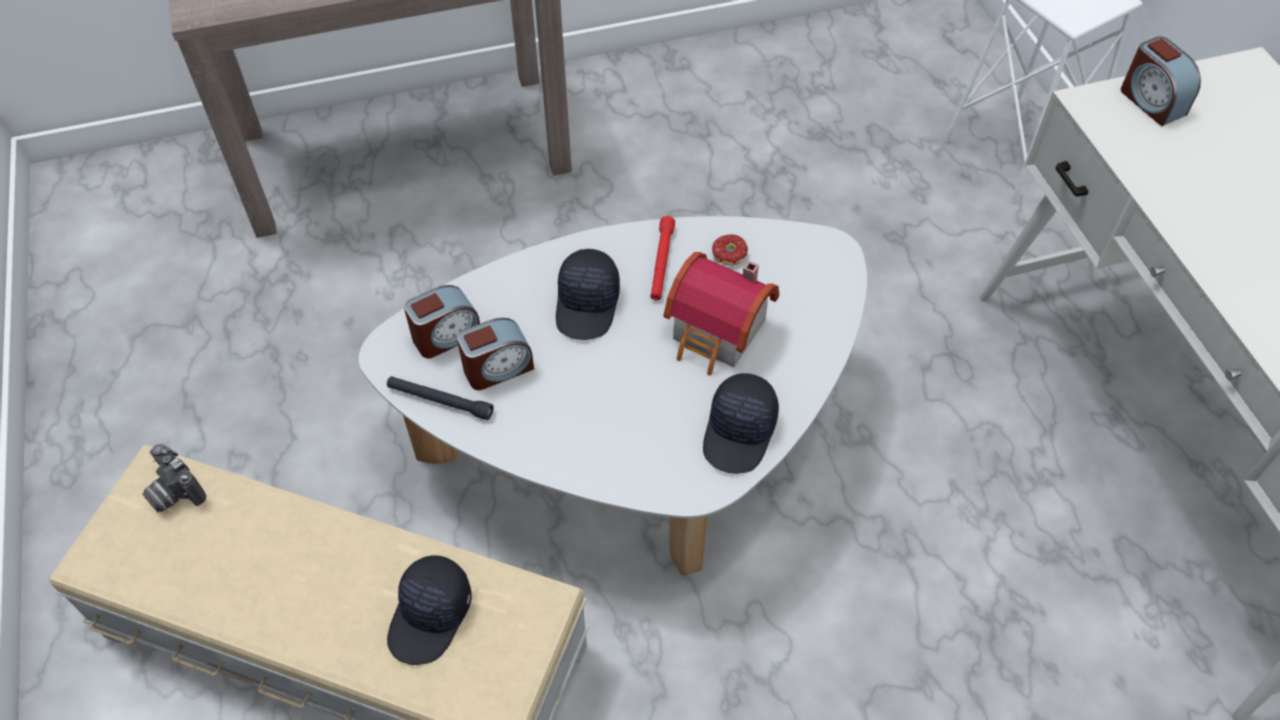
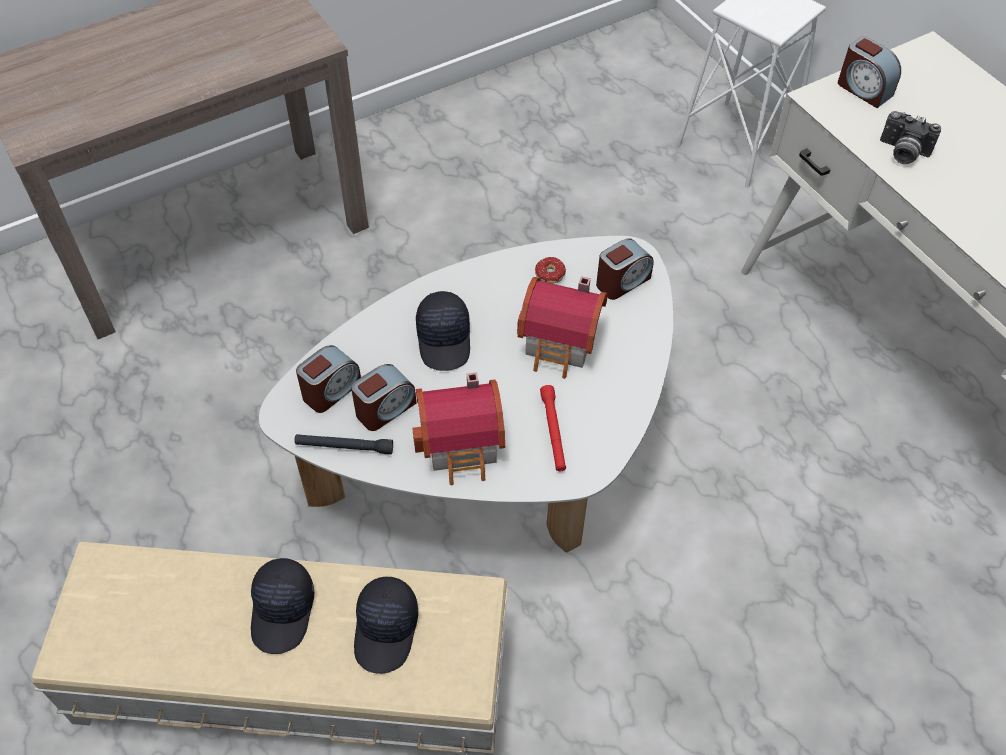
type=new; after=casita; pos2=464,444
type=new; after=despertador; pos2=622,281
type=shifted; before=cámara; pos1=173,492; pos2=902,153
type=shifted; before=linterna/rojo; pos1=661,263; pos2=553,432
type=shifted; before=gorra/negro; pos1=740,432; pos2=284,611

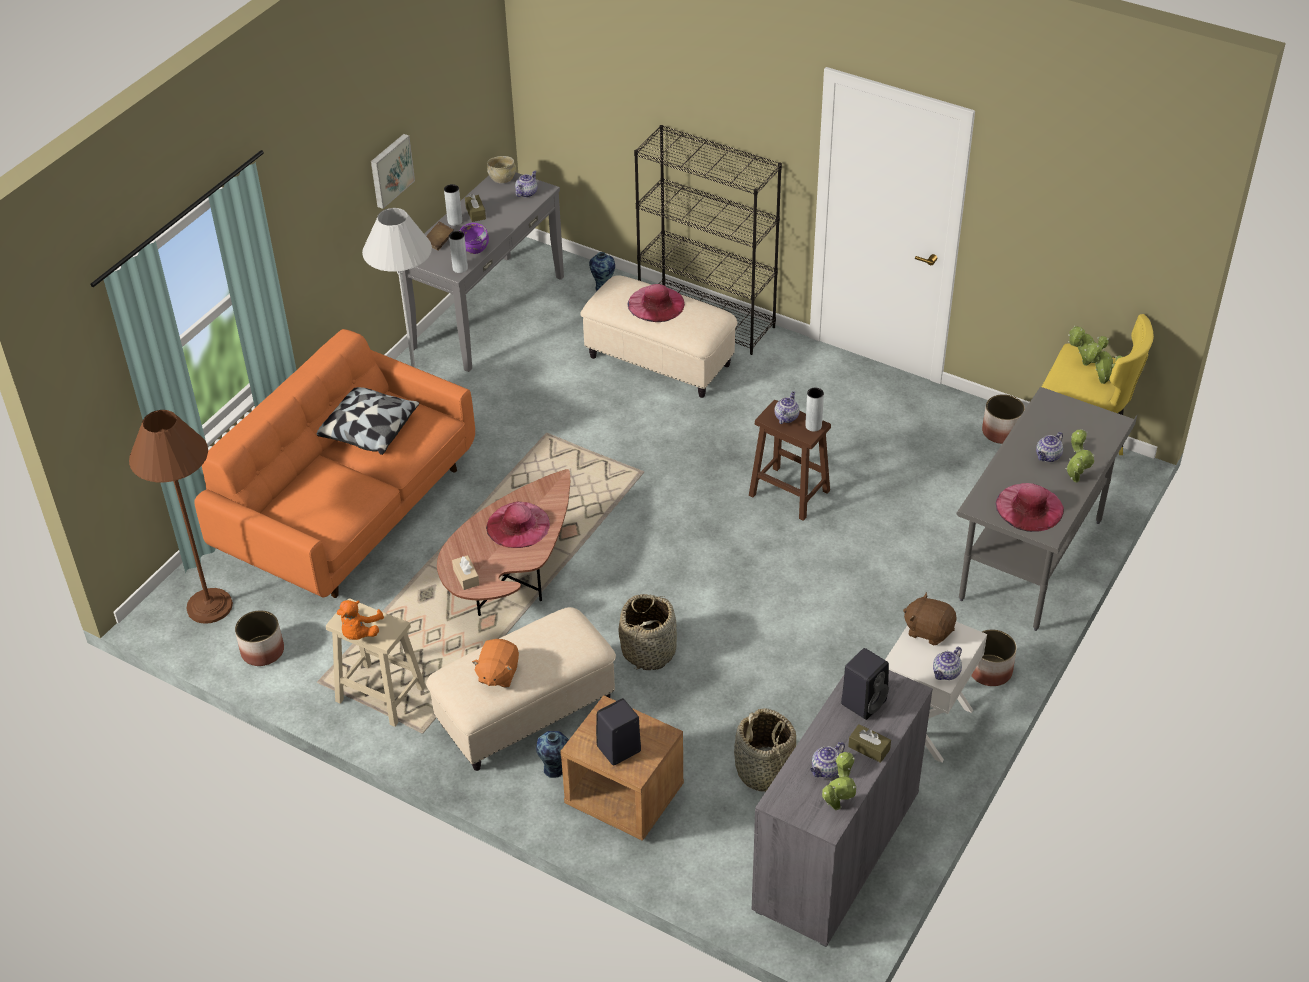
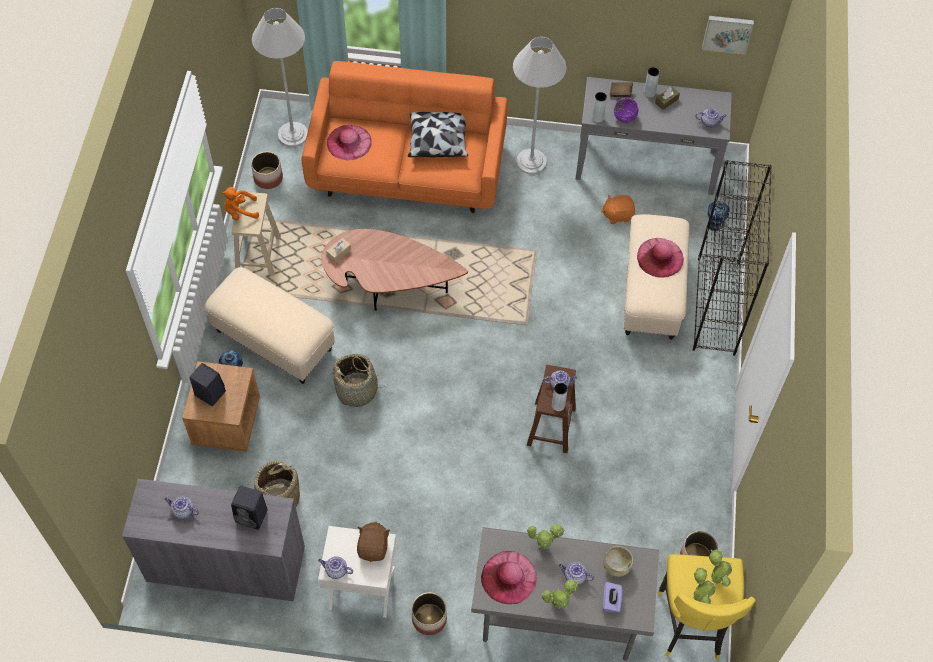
type=gone; before=caja de pañuelos/marrón; pos1=869,748
type=new; after=caja de pañuelos/morado; pos2=611,601
type=shifted; before=cuadro; pos1=390,170; pos2=727,33
type=shifted; before=peluche/naranja; pos1=497,674; pos2=617,214
type=shifted; before=sombrero/rosa; pos1=518,525; pos2=349,142
type=shifted; before=cuenco/beis; pos1=502,178; pos2=616,566
type=shifted; before=planta en maceta; pos1=837,804; pos2=543,544
type=repainted; before=lámpara de pie/marrón; after=lámpara de pie/blanco; pos1=209,606; pos2=293,134

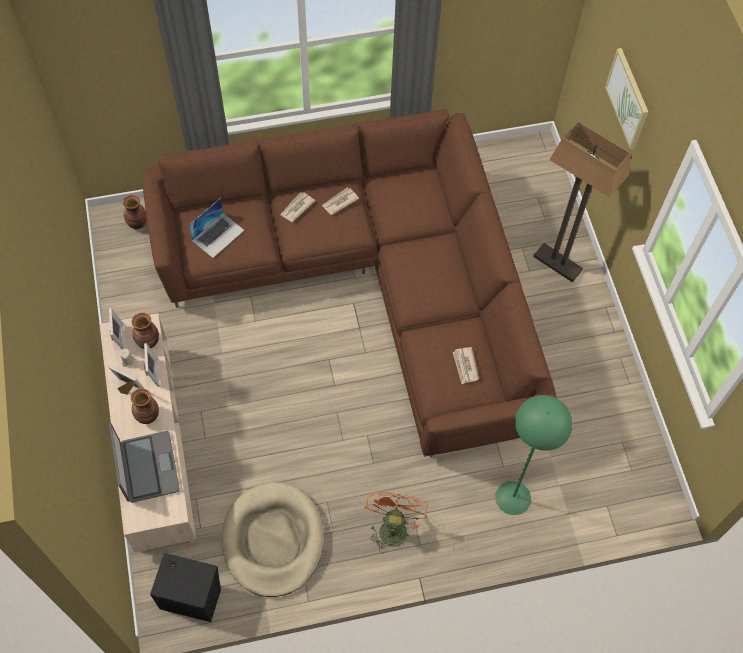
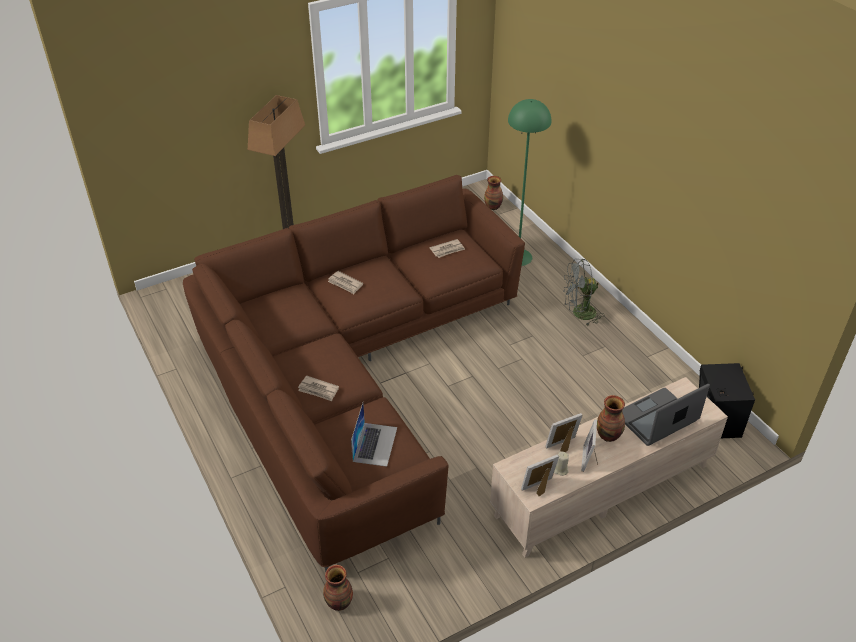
type=gone; before=cama para perro/beis; pos1=273,540
type=gone; before=cuadro; pos1=628,98
type=shifted; before=florero; pos1=148,342; pos2=493,206
type=shifted; before=periódico; pos1=339,202; pos2=345,284
type=repainted; before=ventilador/naranja; after=ventilador/gris; pos1=392,526; pos2=579,314
type=rotated; before=portátil; pos1=218,235; pos2=375,444; turn=75

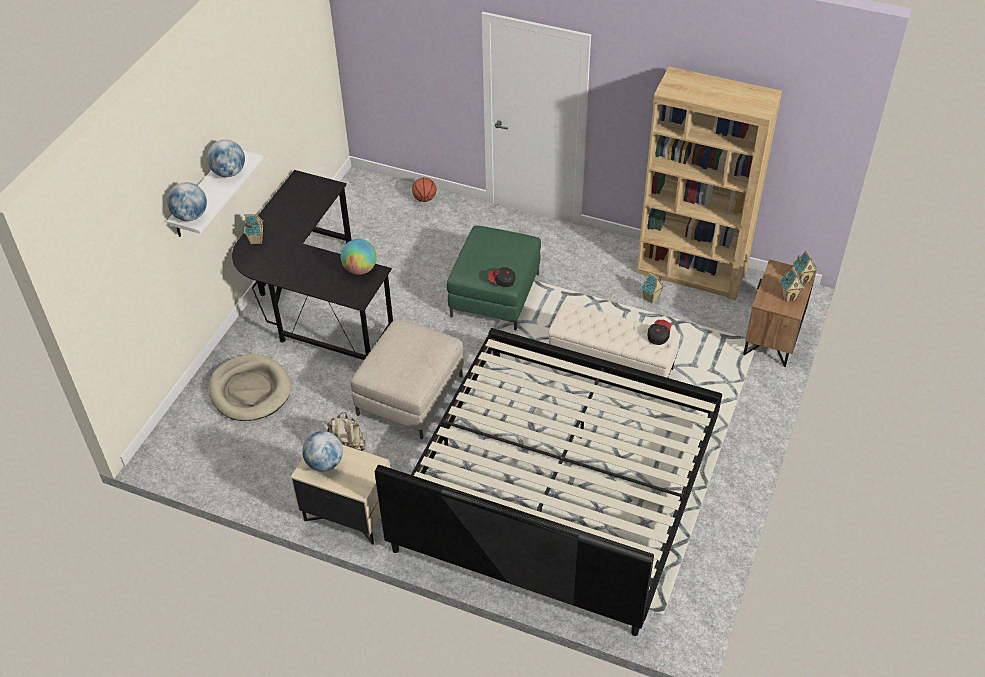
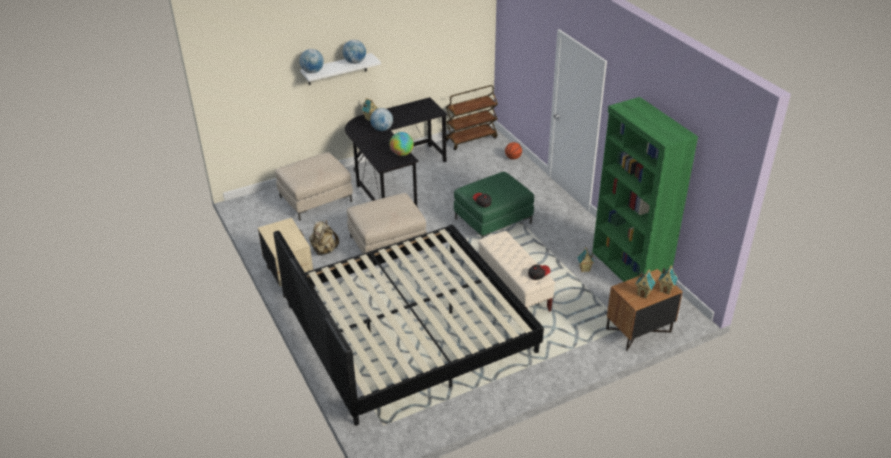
type=new; after=carrito/marrón; pos2=471,139
type=shifted; before=globo terráqueo; pos1=325,463; pos2=382,129
type=swapped; before=cama para perro/beis; after=puf/beis; pos1=250,390; pos2=316,199
type=repainted; before=estantería/marrón; after=estantería/verde; pos1=691,272; pos2=629,269

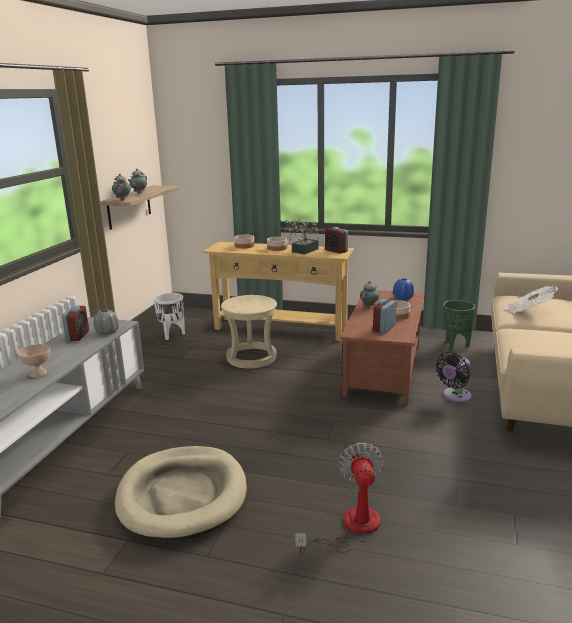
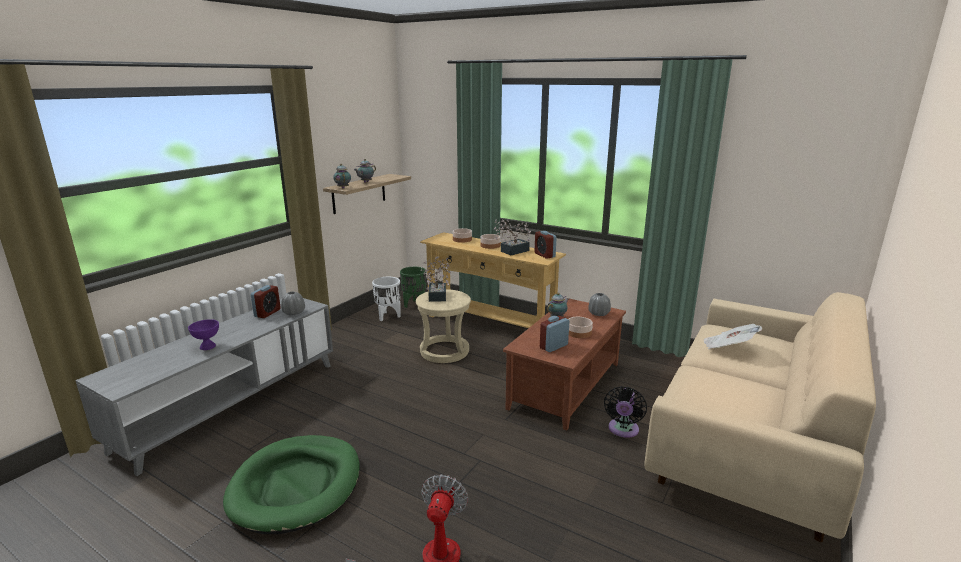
type=new; after=planta en maceta; pos2=438,295
type=shifted; before=maceta/verde; pos1=455,345; pos2=414,304
type=repainted; before=cuenco/beis; after=cuenco/morado; pos1=38,373; pos2=208,346
type=repainted; before=cama para perro/beis; after=cama para perro/verde; pos1=182,495; pos2=296,486
type=repainted; before=florero/azul; after=florero/gris; pos1=403,298; pos2=598,313
type=rotated; before=ventilador/negro; pos1=455,396; pos2=622,430; turn=-45

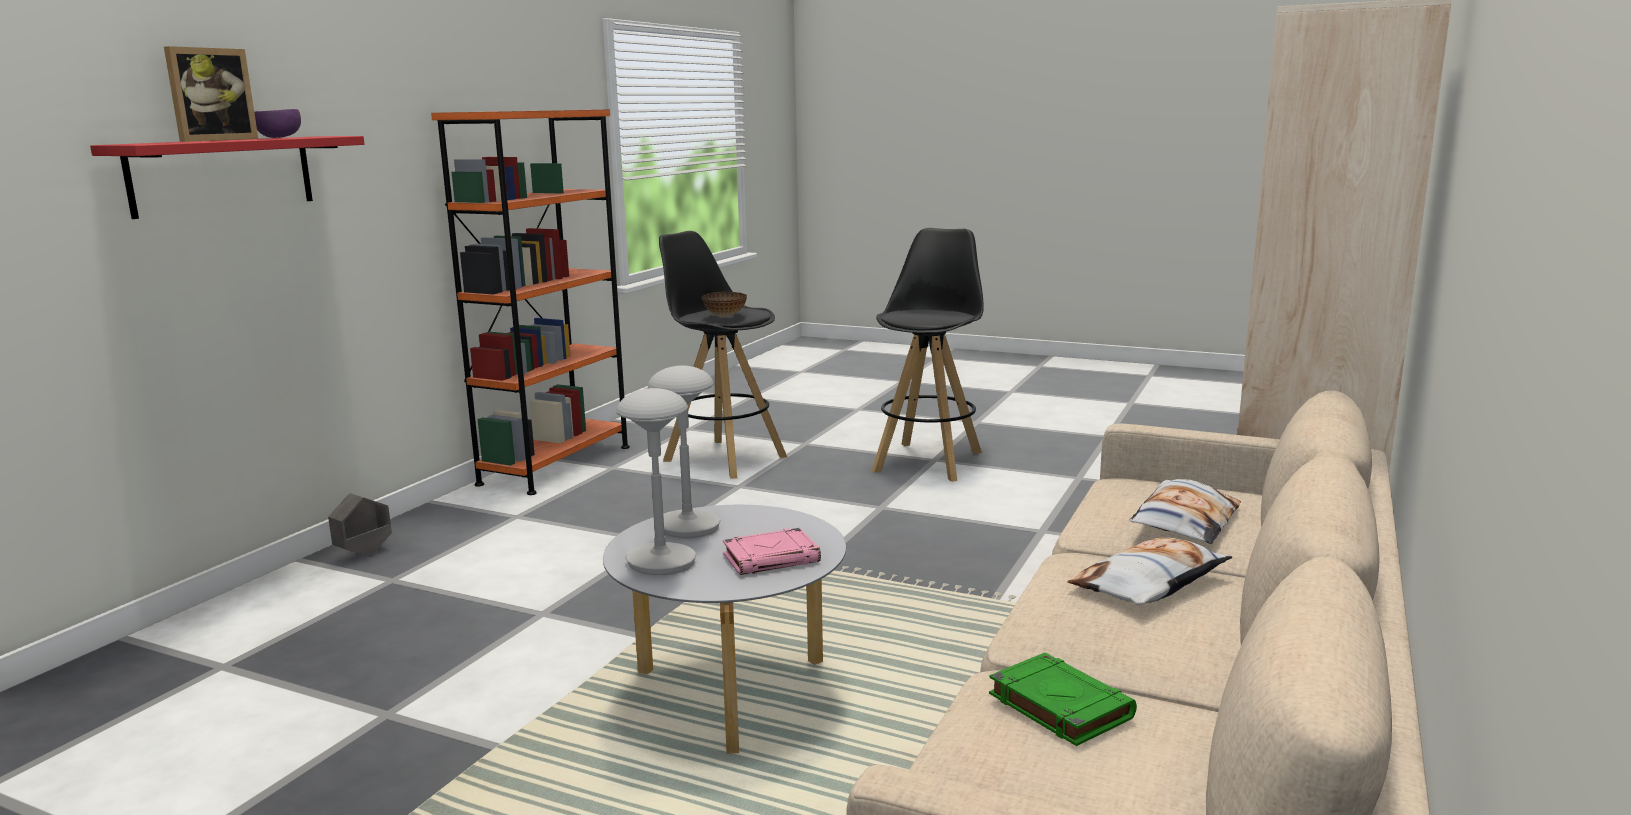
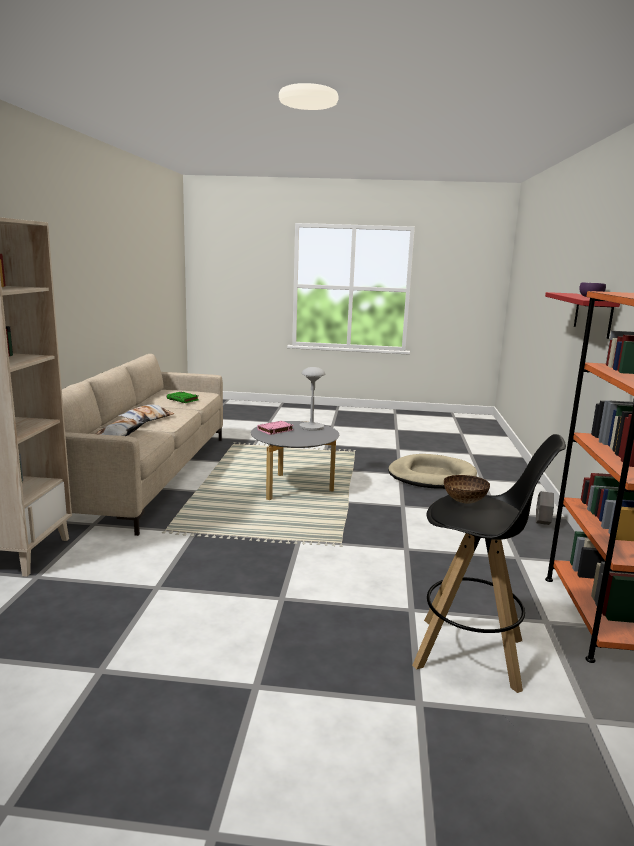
type=gone; before=portarretratos; pos1=214,140
type=gone; before=lámpara de mesa/gris; pos1=688,526
type=gone; before=taburete/negro; pos1=928,461
type=new; after=cama para perro/beis; pos2=431,476

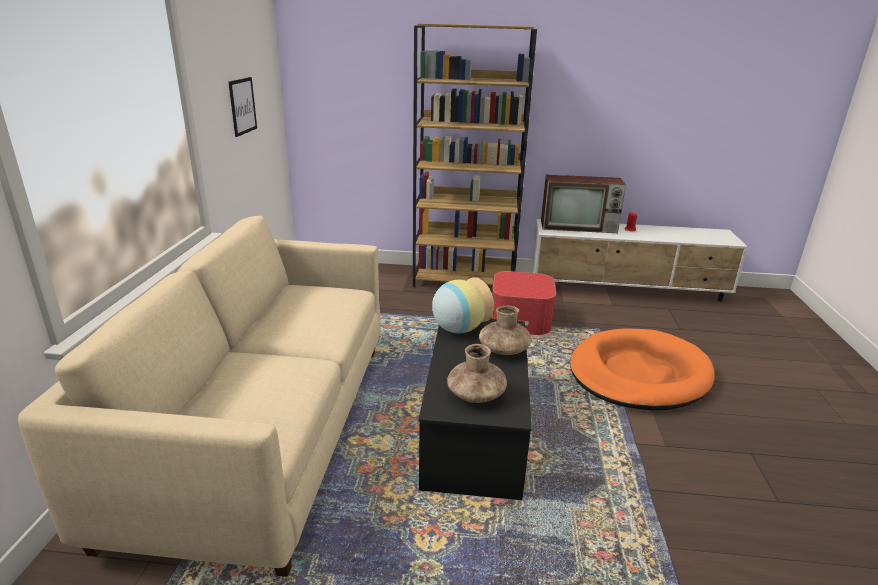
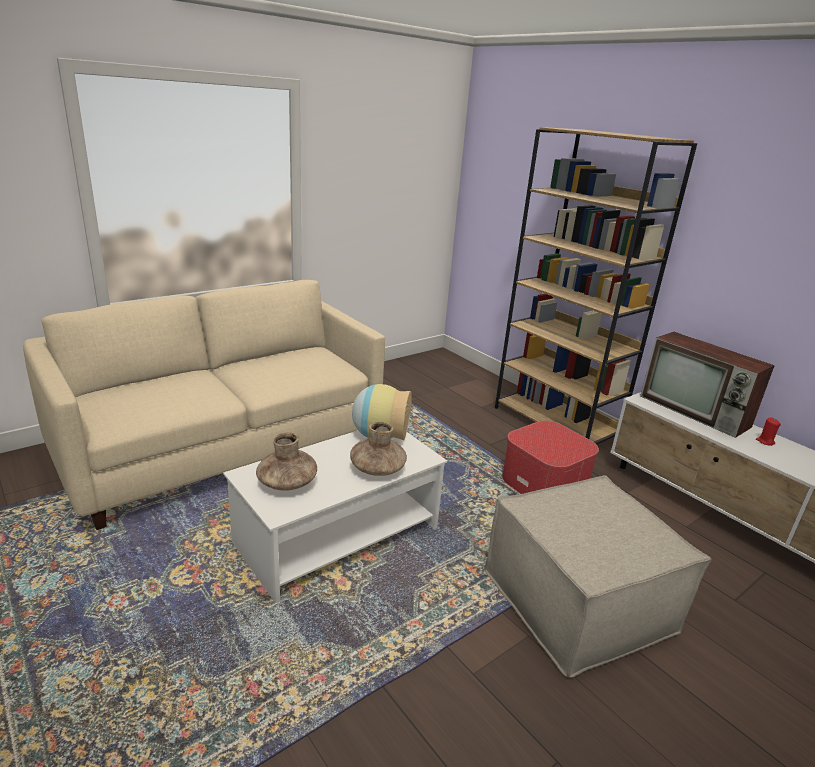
type=gone; before=cuadro; pos1=242,106
type=swapped; before=cama para perro/naranja; after=puf/beis; pos1=638,374; pos2=577,601
type=repainted; before=mesa de centro/negro; after=mesa de centro/blanco; pos1=474,430; pos2=339,535

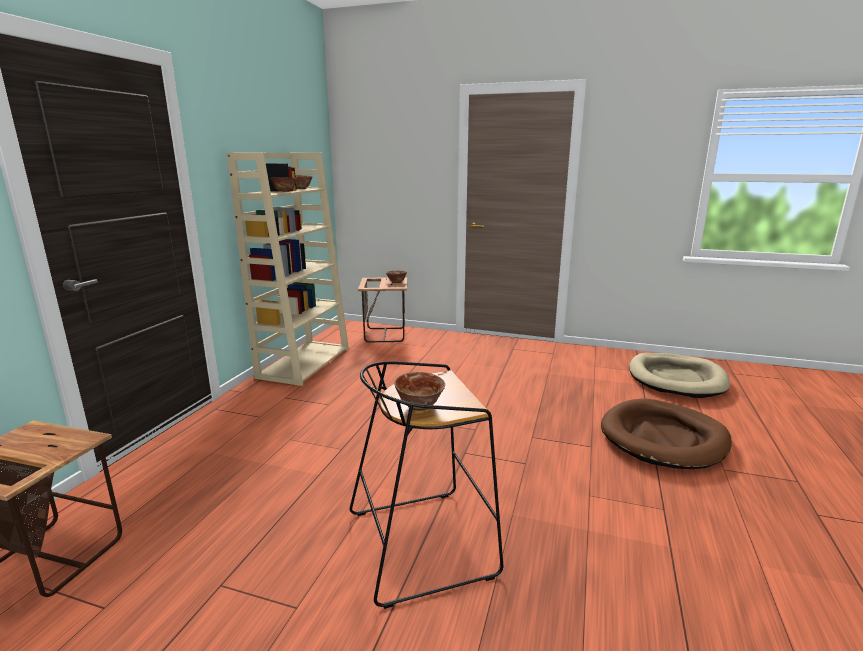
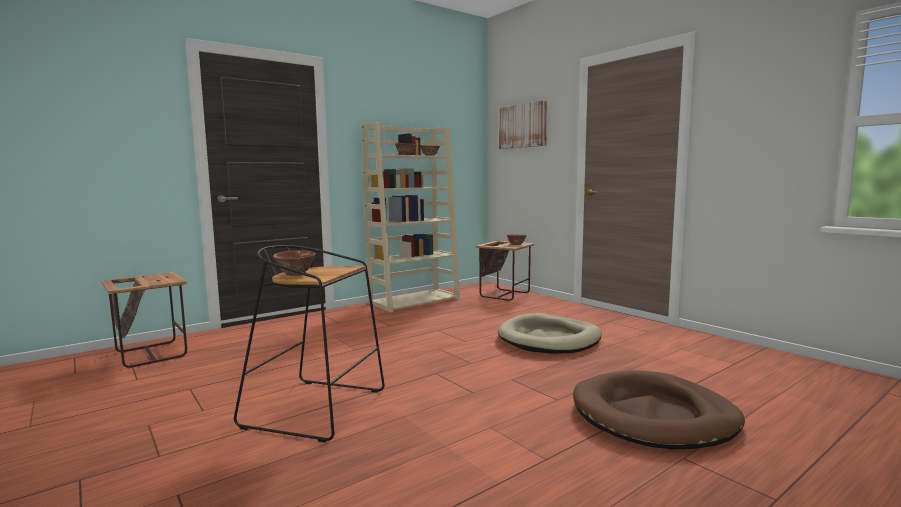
type=new; after=cuadro; pos2=523,126
type=shifted; before=cama para perro/beis; pos1=676,378; pos2=549,339

